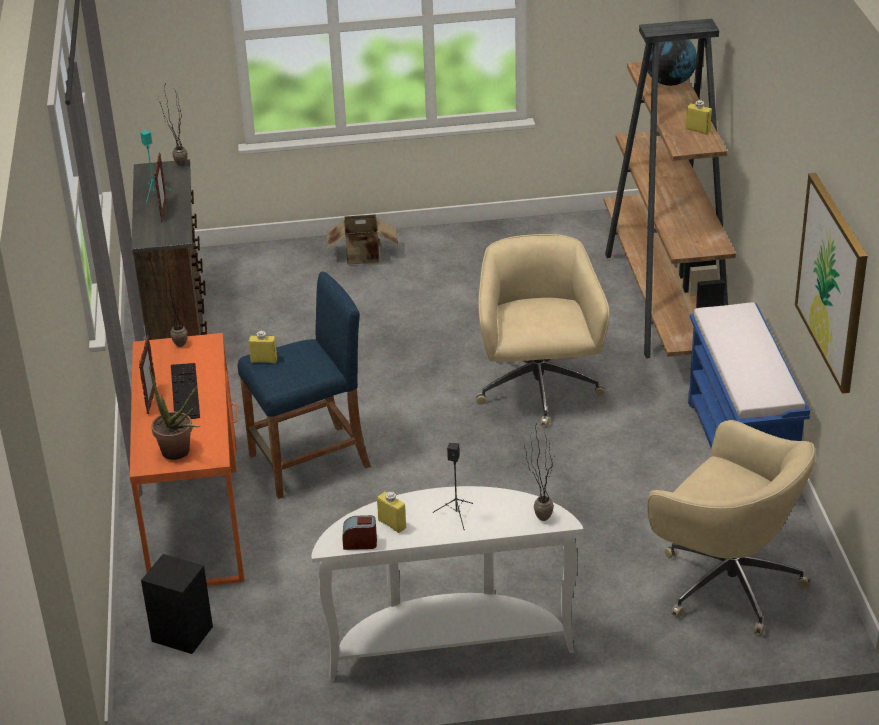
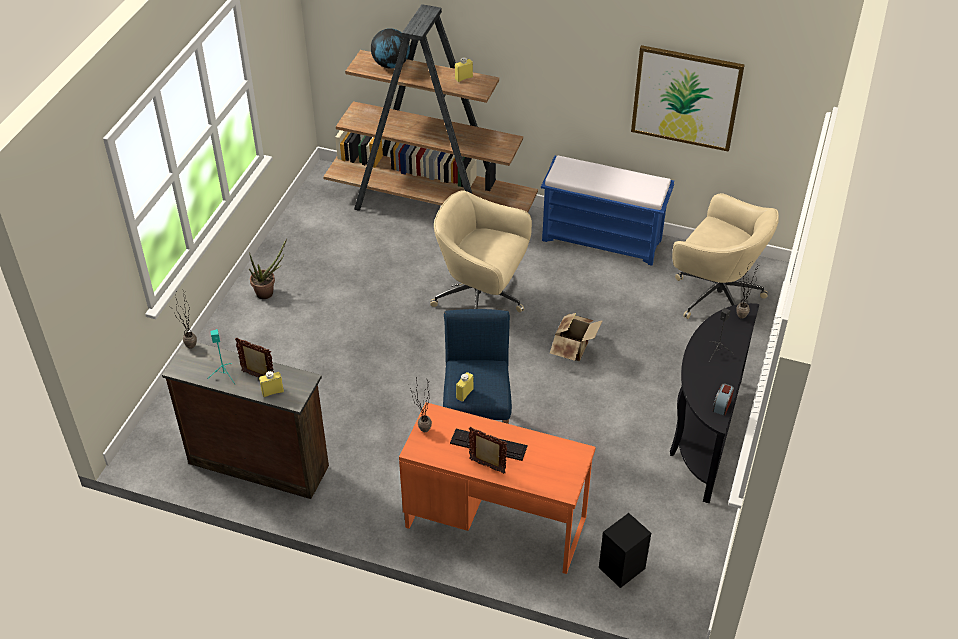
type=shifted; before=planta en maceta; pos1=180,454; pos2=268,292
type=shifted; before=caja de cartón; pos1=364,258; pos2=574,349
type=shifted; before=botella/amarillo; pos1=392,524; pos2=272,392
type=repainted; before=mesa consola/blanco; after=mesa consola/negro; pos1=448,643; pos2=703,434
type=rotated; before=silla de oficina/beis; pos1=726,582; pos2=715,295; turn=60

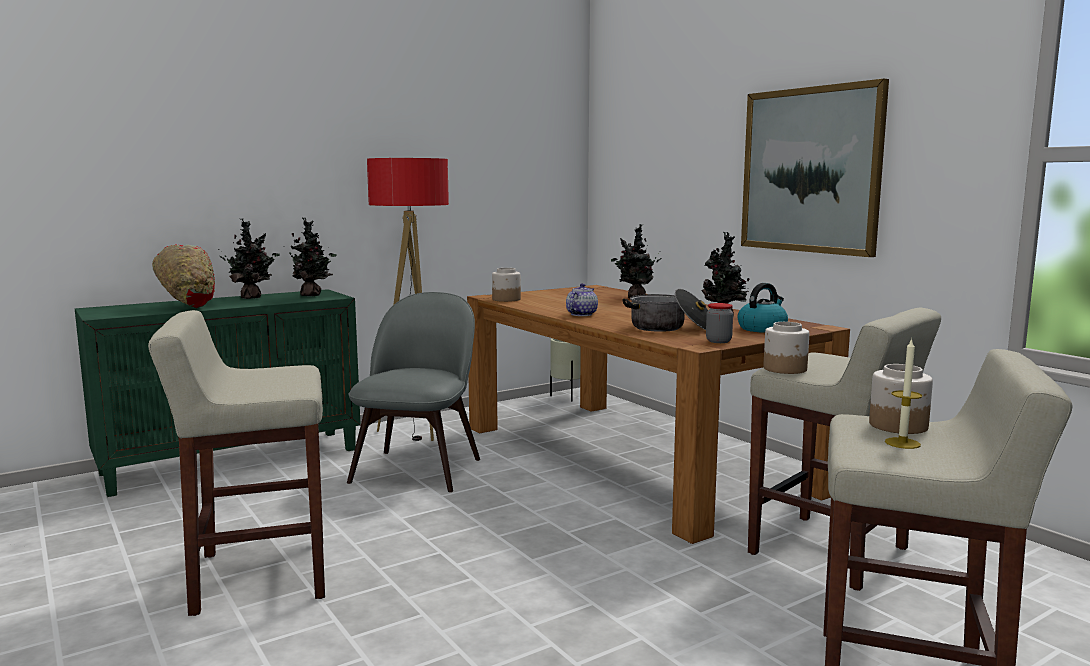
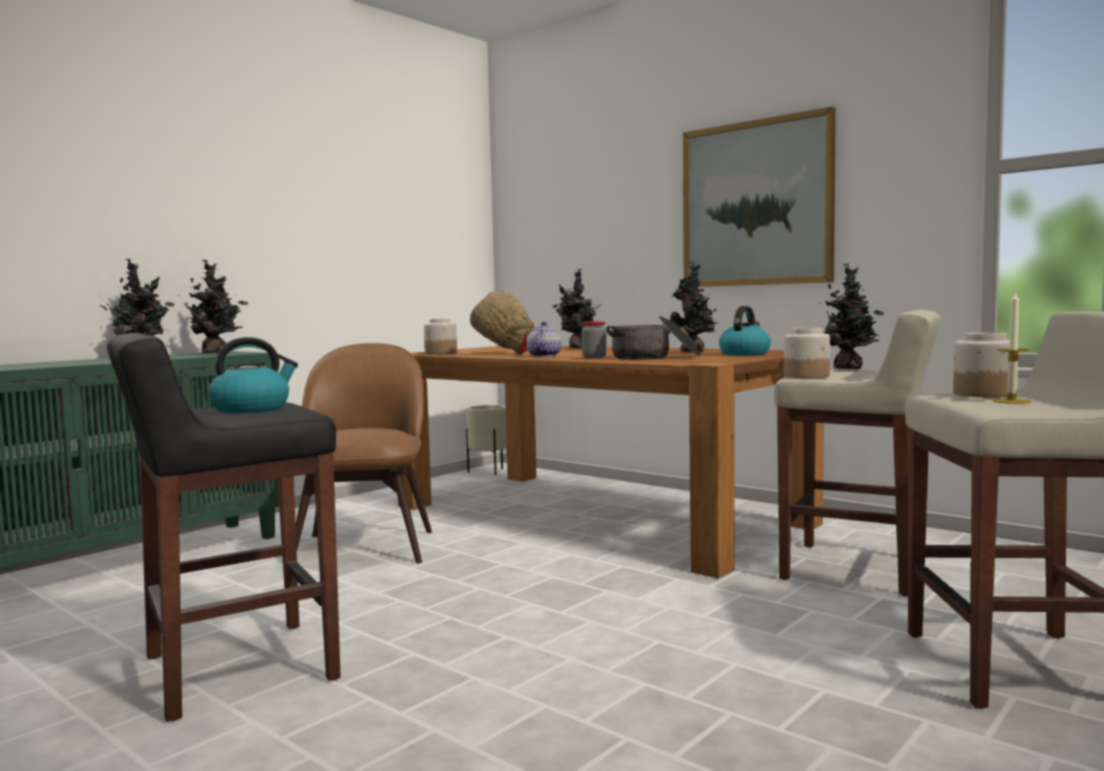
type=gone; before=lámpara de pie; pos1=415,431
type=new; after=hervidor; pos2=252,409
type=new; after=planta en maceta; pos2=851,369
type=shifted; before=cuenco/rojo; pos1=189,306; pos2=504,354
type=shifted; before=tarro; pos1=718,341; pos2=594,357
type=repainted; before=taburete/beis; after=taburete/negro; pos1=258,576; pos2=236,669
type=repainted; before=silla/gris; after=silla/marrón; pos1=418,468; pos2=365,546

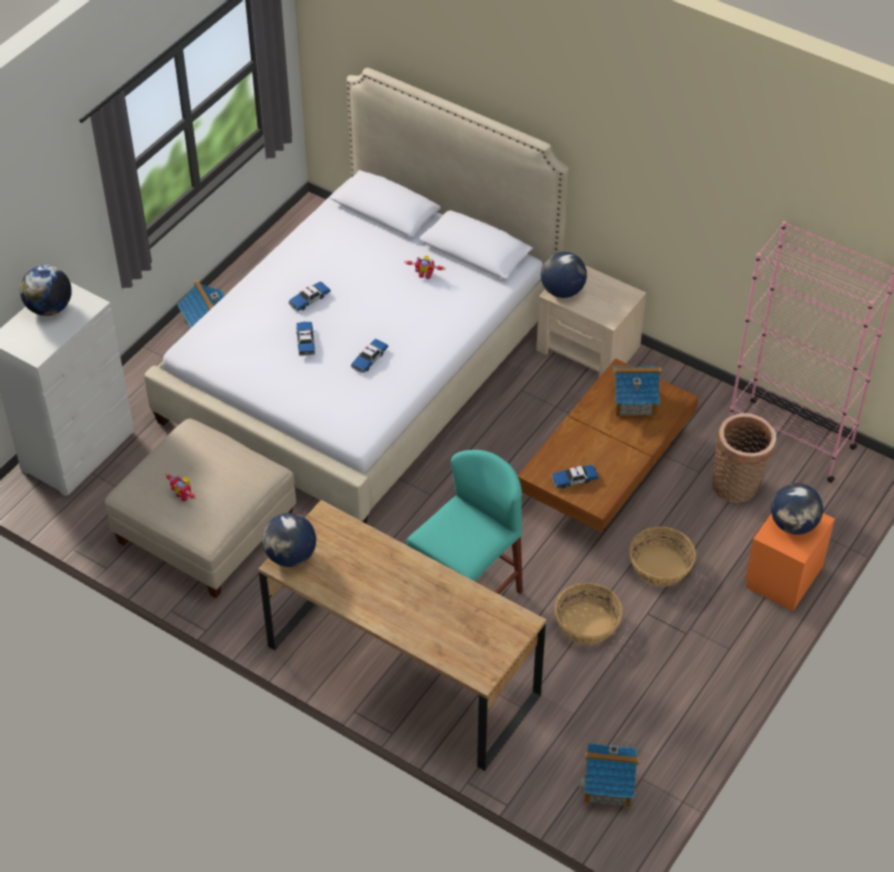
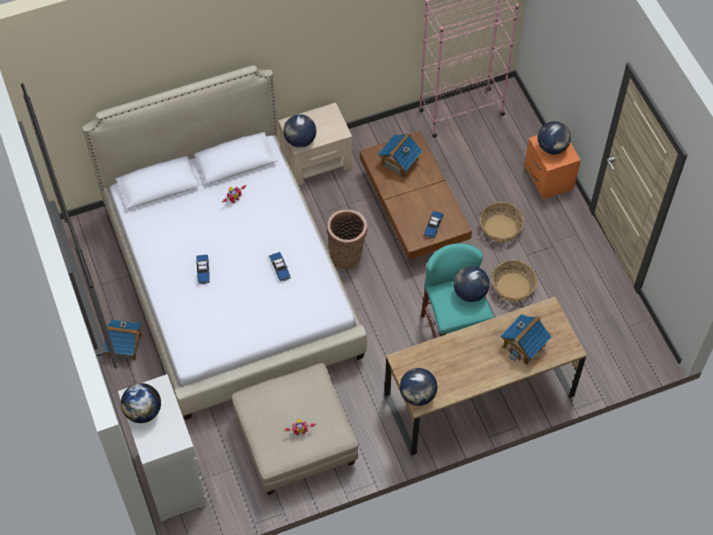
type=gone; before=coche de juguete; pos1=305,341
type=new; after=globo terráqueo; pos2=470,292
type=shifted; before=casita; pos1=608,785; pos2=524,345
type=shifted; before=cesta; pos1=738,486; pos2=347,255

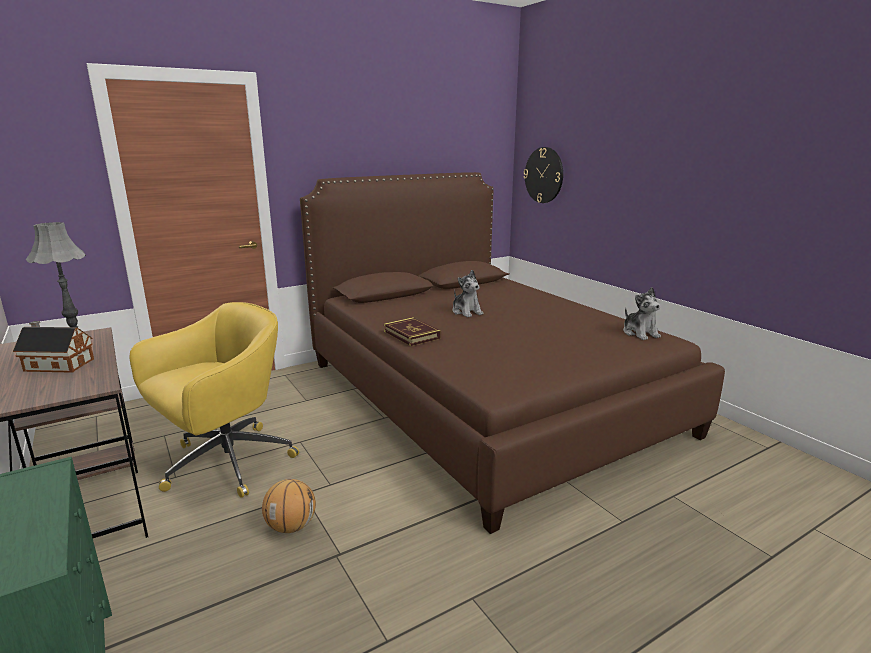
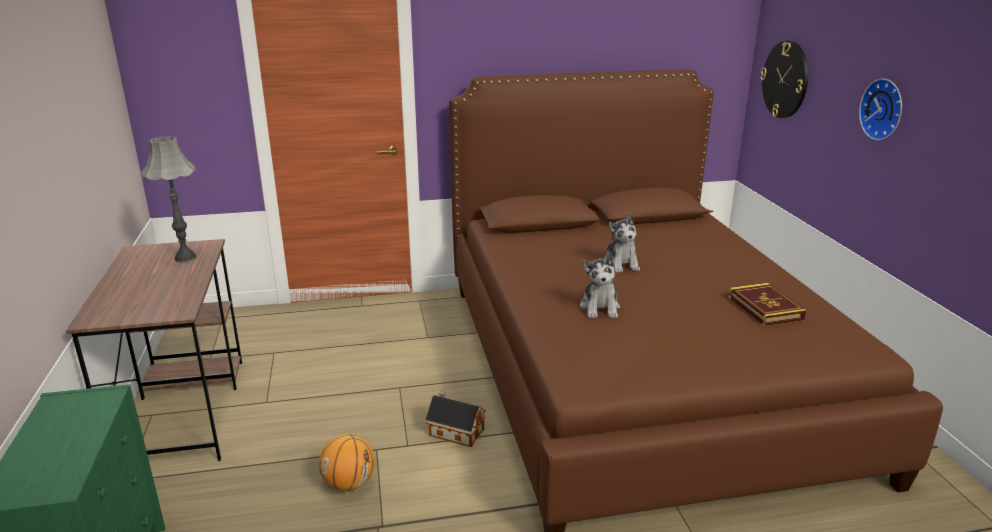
type=gone; before=silla de oficina/amarillo; pos1=225,464
type=new; after=reloj de pared; pos2=884,109
type=shifted; before=casita; pos1=57,365; pos2=455,431
type=shifted; before=libro; pos1=411,335; pos2=765,308
type=shifted; before=peluche; pos1=640,333; pos2=600,308

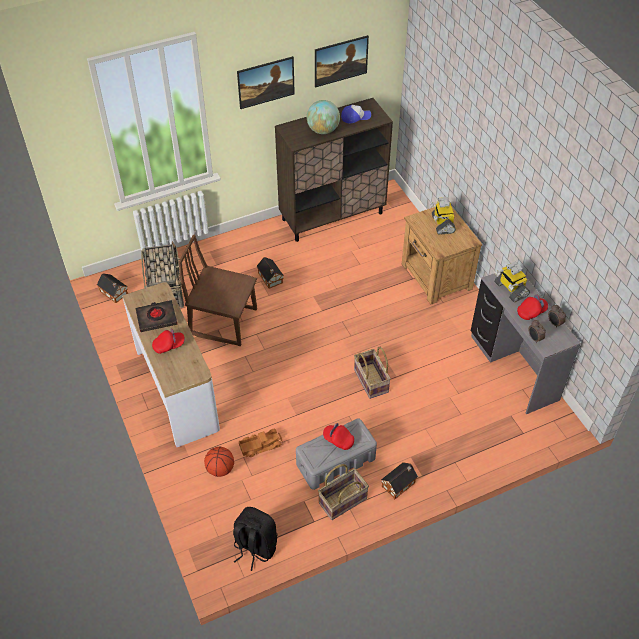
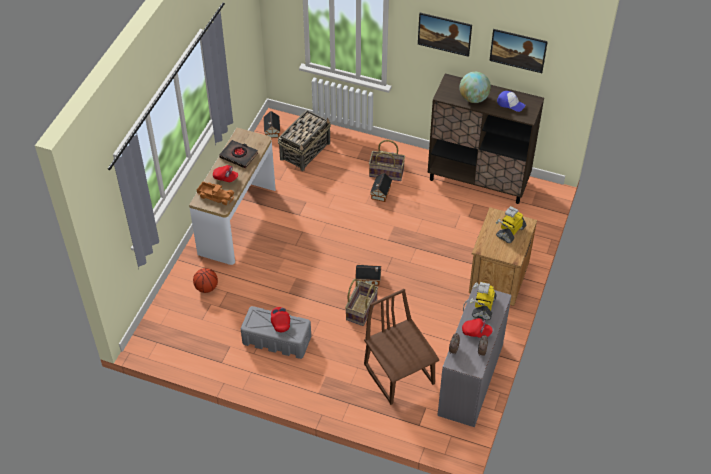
type=gone; before=mochila/negro; pos1=254,547
type=shifted; before=silla/marrón; pos1=223,321; pos2=399,374
type=shifted; before=camión de juguete; pos1=260,445; pos2=216,196
type=shifted; before=cesta; pos1=342,500; pos2=386,172
type=shifted; before=casita; pos1=399,484; pos2=369,279

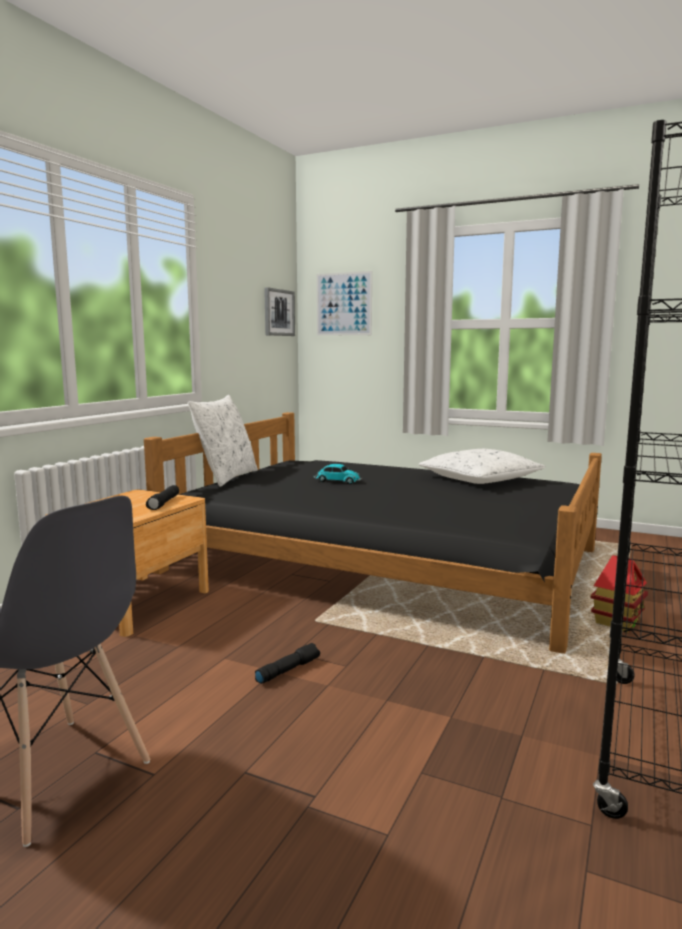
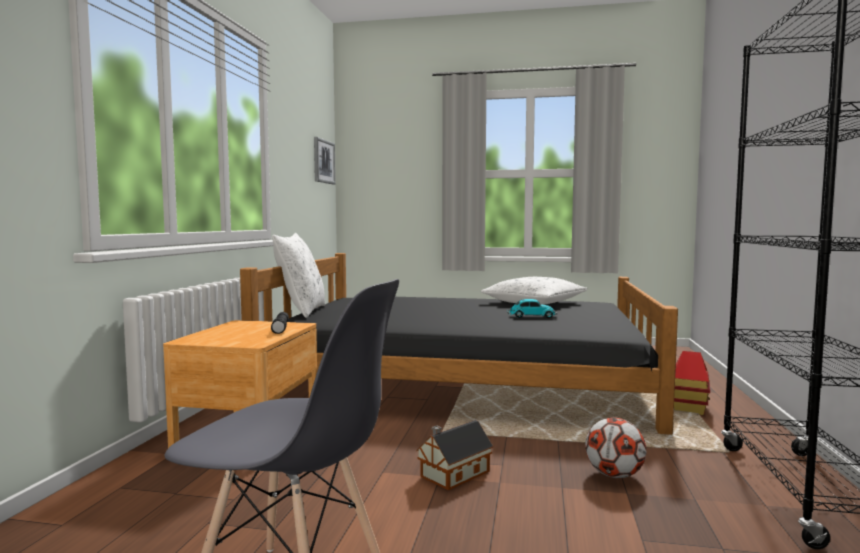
type=gone; before=cuadro; pos1=343,304
type=new; after=balón de fútbol; pos2=614,475
type=shifted; before=coche de juguete; pos1=336,481; pos2=530,316
type=swapped; before=linterna/negro; after=casita; pos1=288,670; pos2=452,474

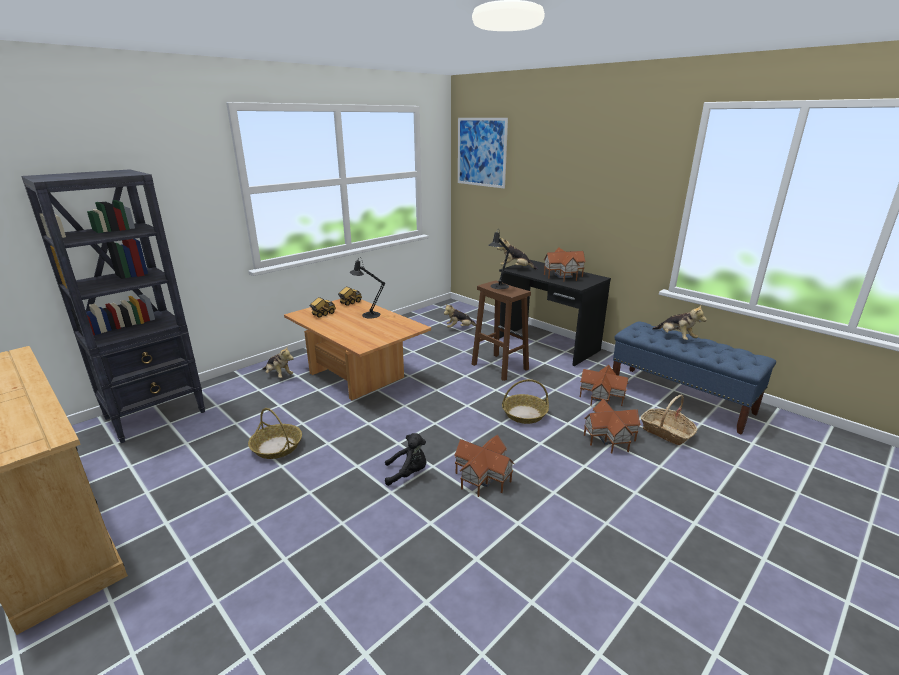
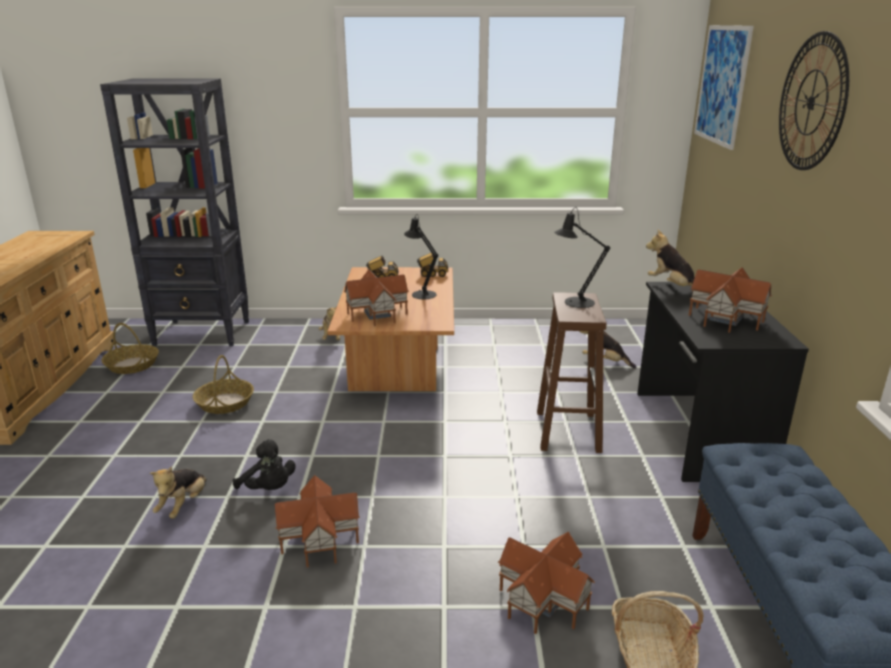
type=new; after=reloj de pared; pos2=811,102
type=shifted; before=cesta; pos1=524,414; pos2=132,365
type=shifted; before=casita; pos1=601,397; pos2=378,313
type=shifted; before=peluche; pos1=676,337; pos2=183,505

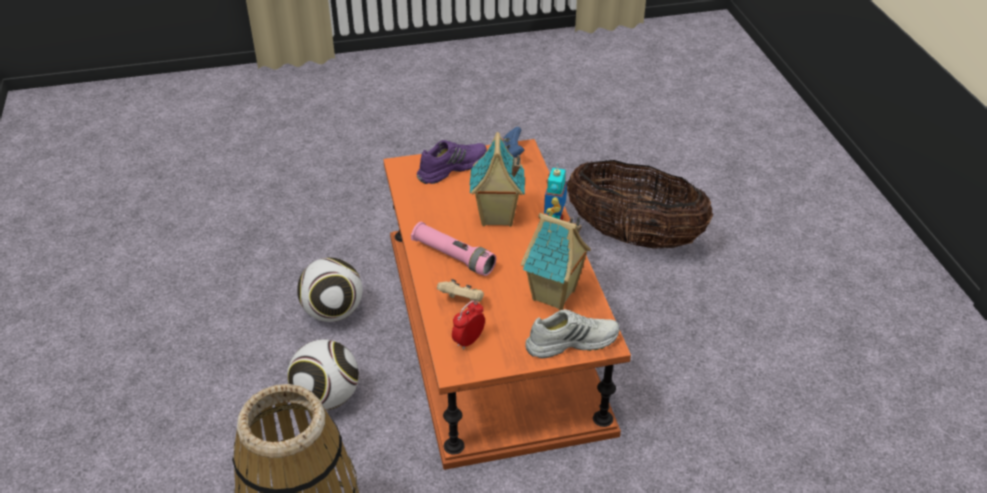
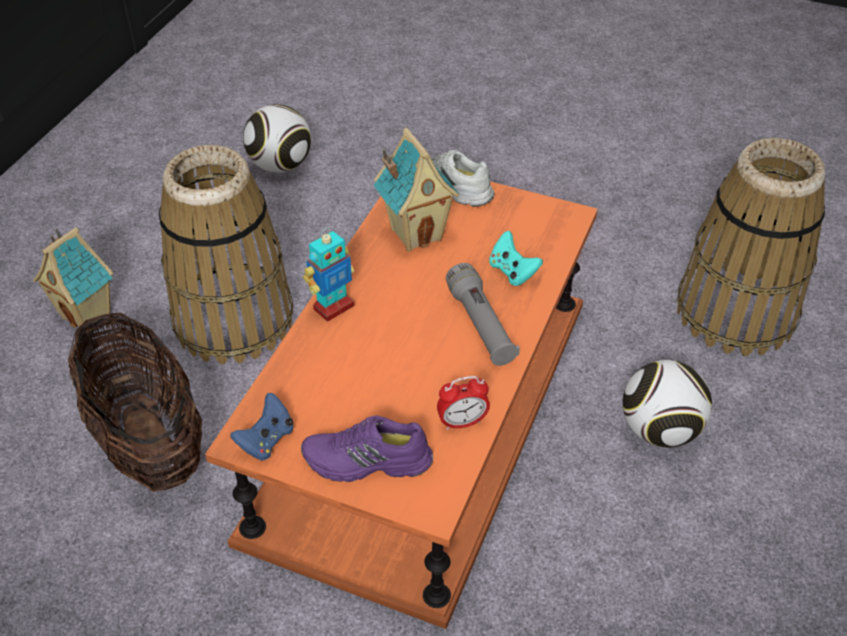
type=new; after=cesta; pos2=233,319
type=shifted; before=balón de fútbol; pos1=333,312; pos2=280,165
type=shifted; before=despertador; pos1=468,341; pos2=462,422
type=shifted; before=casita; pos1=496,217; pos2=88,315
type=repainted; before=linterna/rosa; after=linterna/gris; pos1=453,257; pos2=480,325
type=repainted; before=mando de consola/beis; after=mando de consola/turquesa; pos1=462,301; pos2=512,272

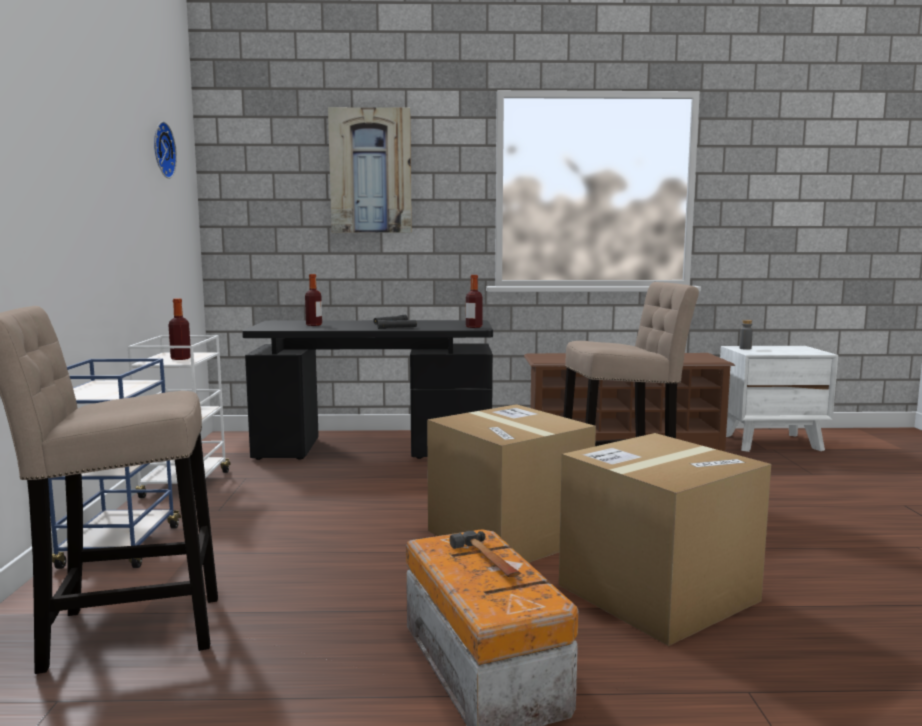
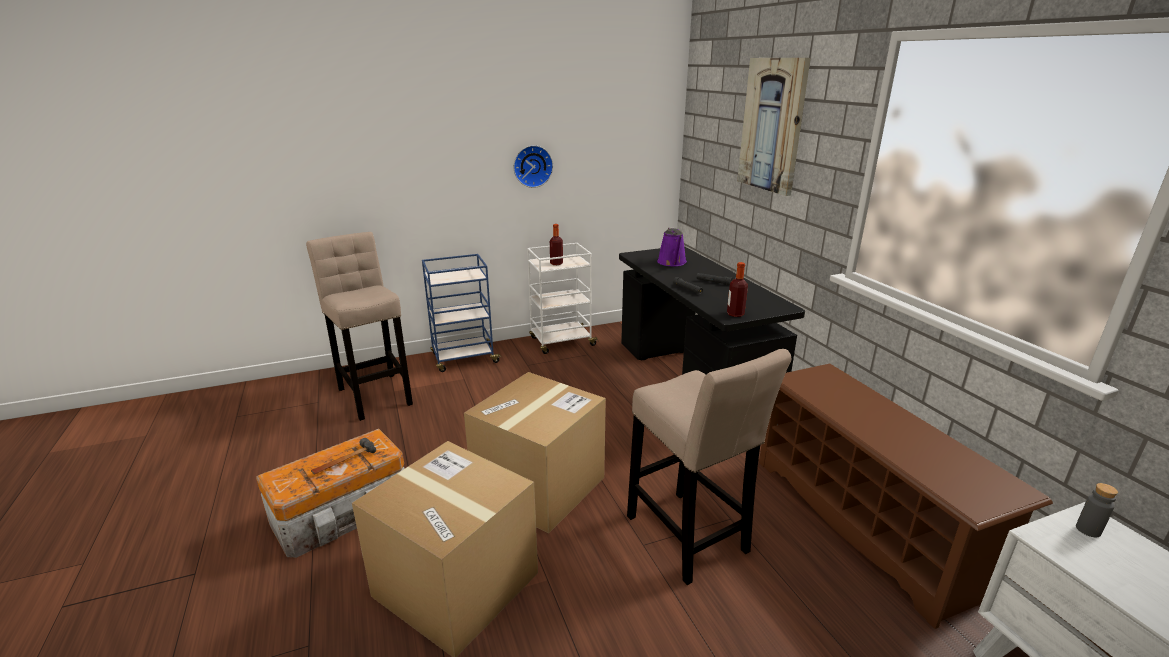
type=shifted; before=reloj de pared; pos1=161,150; pos2=532,166
type=swapped; before=botella; after=regadera/morado; pos1=314,325; pos2=672,263

